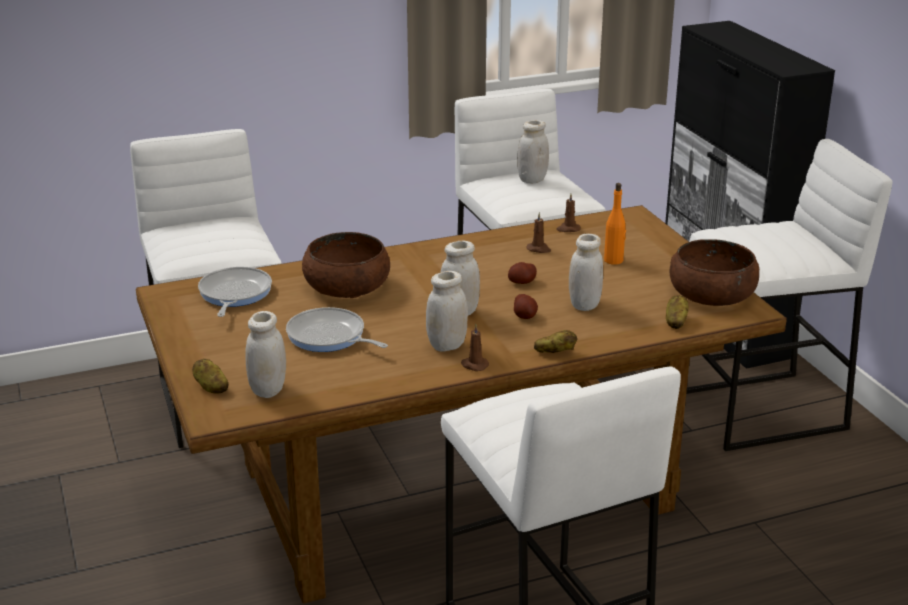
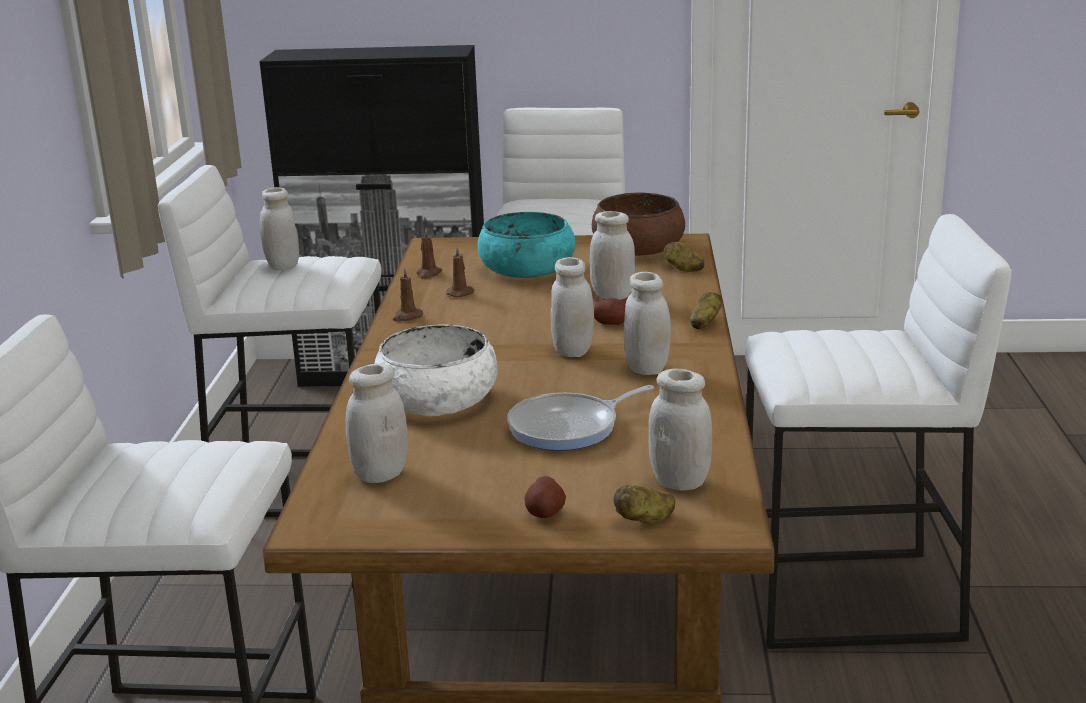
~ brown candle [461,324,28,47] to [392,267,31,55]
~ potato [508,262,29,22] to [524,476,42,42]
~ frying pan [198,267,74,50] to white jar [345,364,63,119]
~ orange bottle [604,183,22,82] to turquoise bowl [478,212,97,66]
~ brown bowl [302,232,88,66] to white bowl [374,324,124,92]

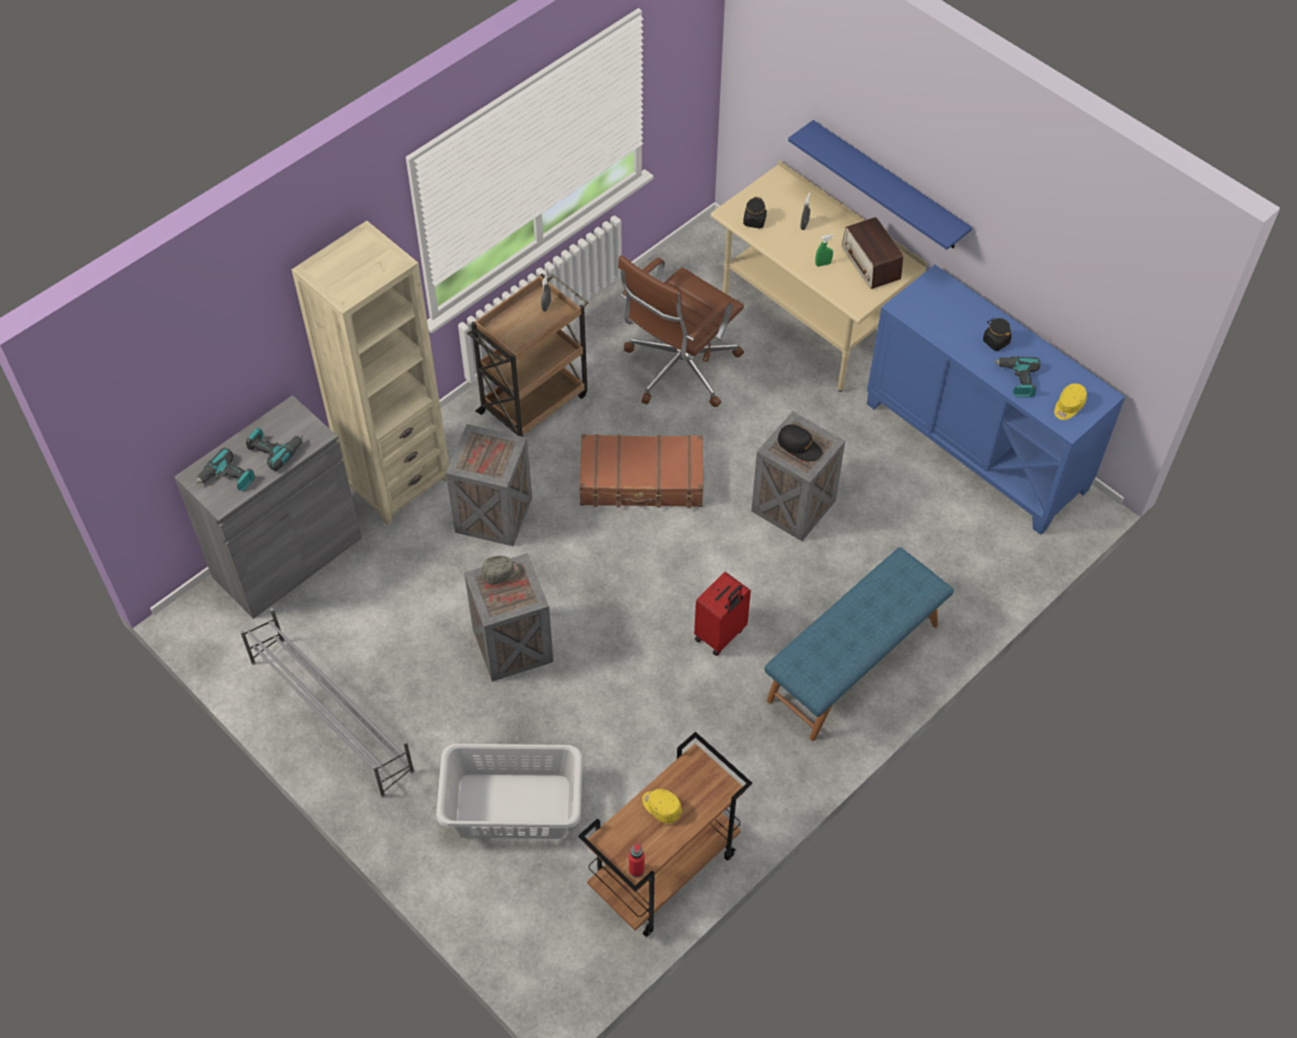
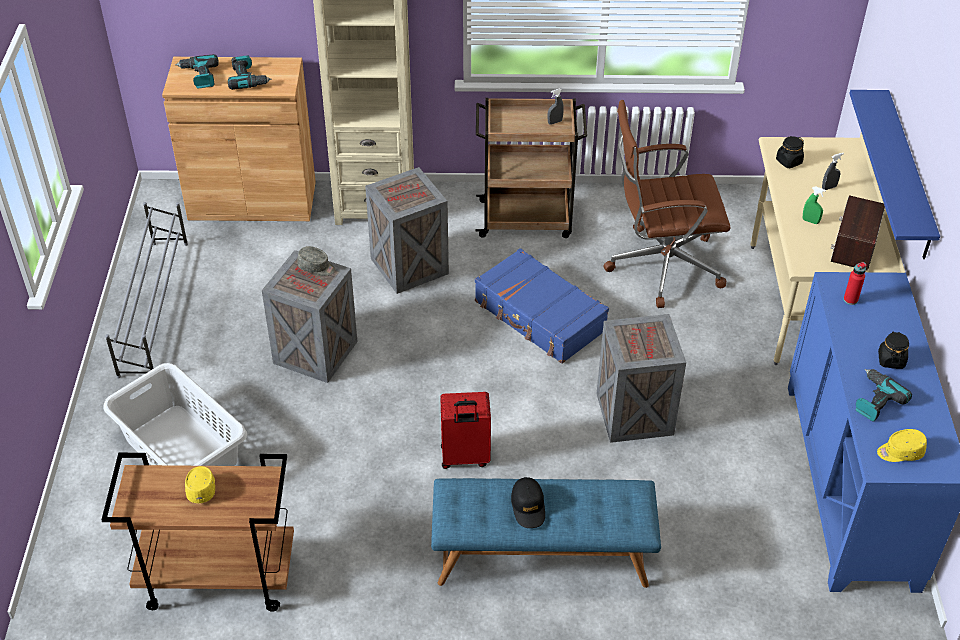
~ red bottle [629,843,15,34] to [844,262,22,43]
~ black cap [778,424,45,37] to [511,477,34,51]
~ grey cabinet [174,395,188,224] to brown cabinet [162,57,154,164]
~ brown suitcase [579,434,124,74] to blue suitcase [475,248,134,116]

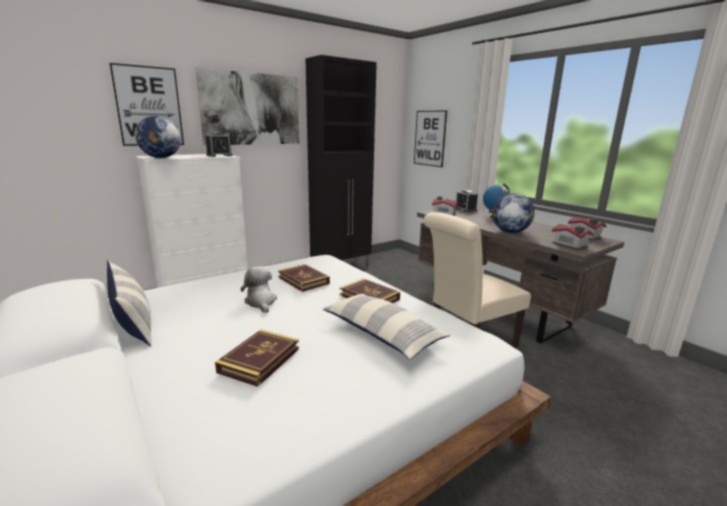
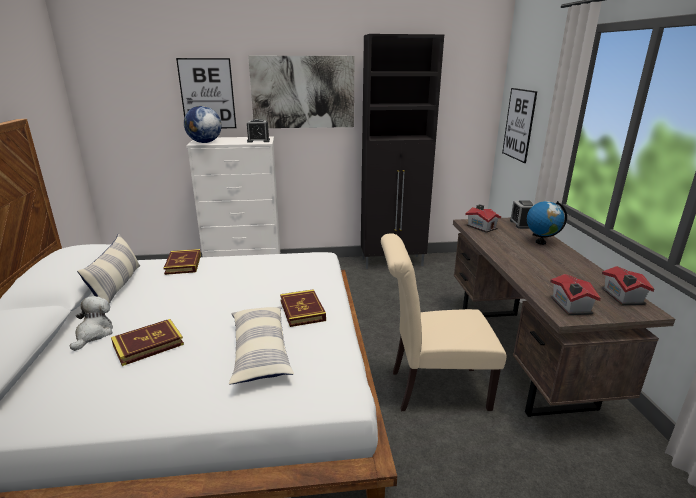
- globe [492,193,43,40]
~ plush toy [241,266,36,47] to [70,296,43,55]
~ book [278,264,52,28] to [163,249,38,26]

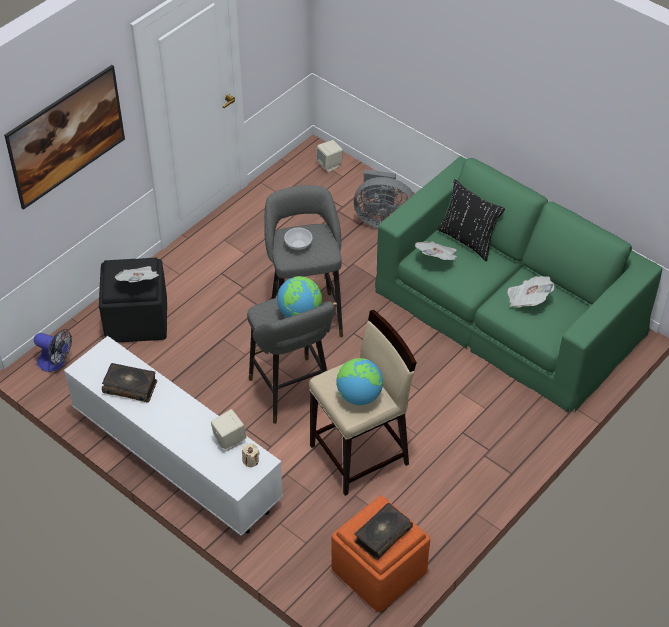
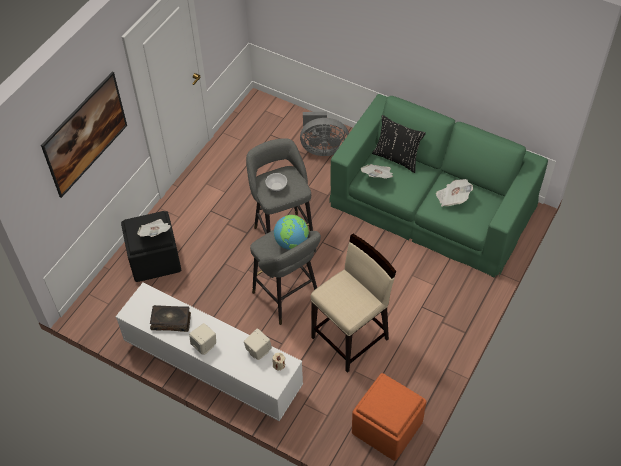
- fan [34,329,38,43]
- globe [336,358,47,47]
- book [354,503,59,57]
~ beige speaker [316,140,27,32] to [189,323,27,32]

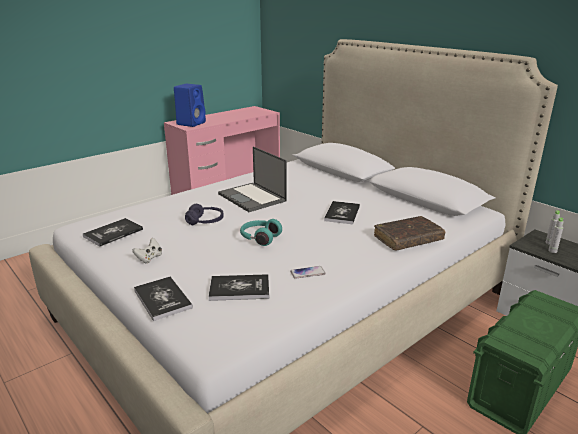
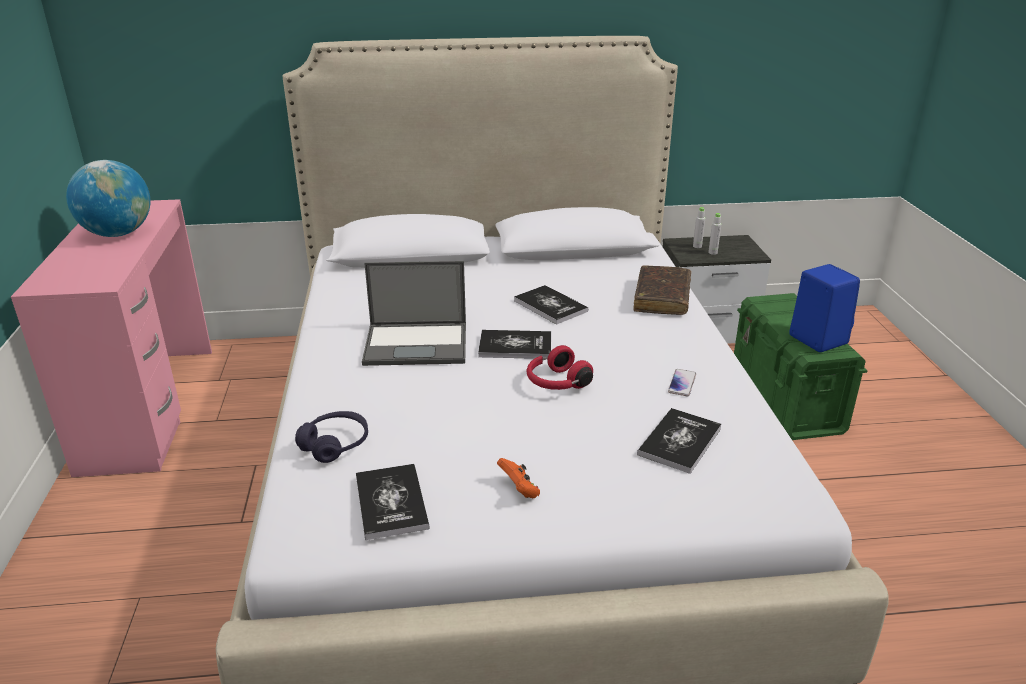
+ globe [66,160,84,77]
~ book [134,277,59,44] to [478,330,73,29]
~ blue speaker [174,84,32,43] to [789,264,71,88]
~ purple headphones [185,204,39,21] to [295,411,73,52]
~ white game controller [132,238,30,25] to orange game controller [497,458,43,40]
~ turquoise headphones [240,219,42,27] to red headphones [527,345,66,45]

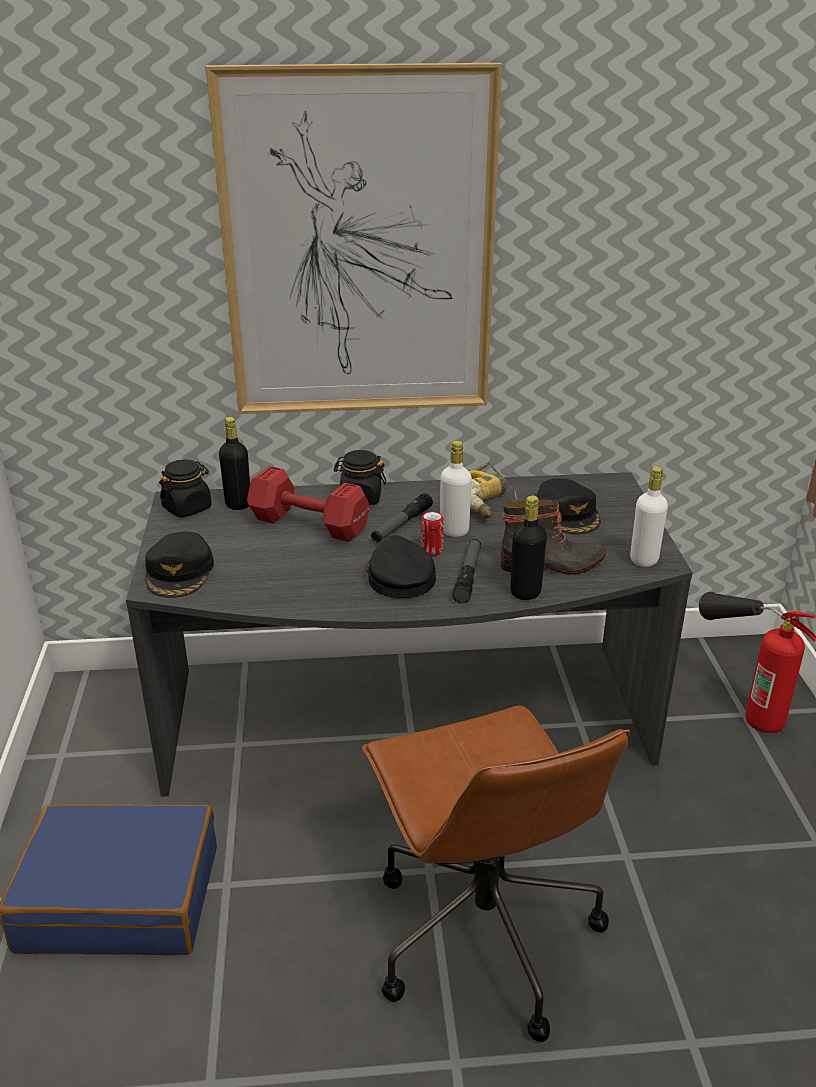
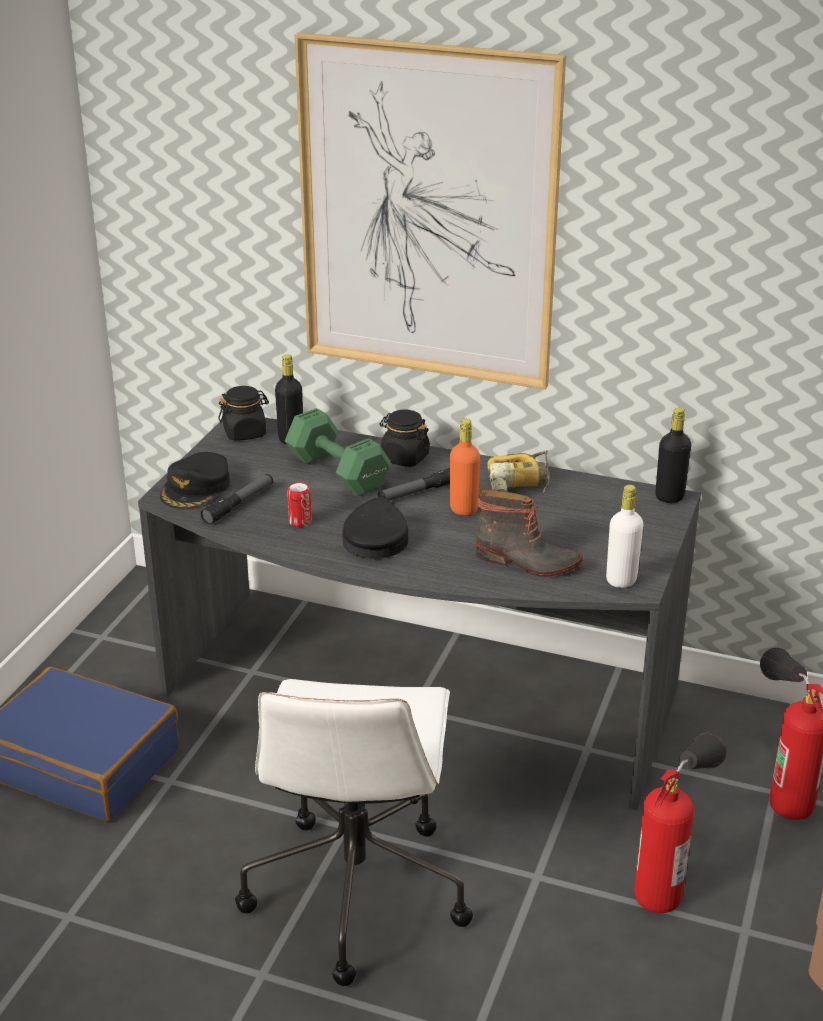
- black cap [537,478,63,56]
+ fire extinguisher [634,733,92,180]
~ can [421,511,23,45] to [287,482,24,45]
~ flashlight [453,539,28,65] to [201,474,72,51]
~ black bottle [510,495,37,105] to [655,408,36,95]
~ red dumbbell [247,466,123,76] to green dumbbell [285,408,106,88]
~ brown office chair [362,706,268,336] to white office chair [235,679,238,307]
~ white bottle [440,441,32,96] to orange bottle [450,419,30,97]

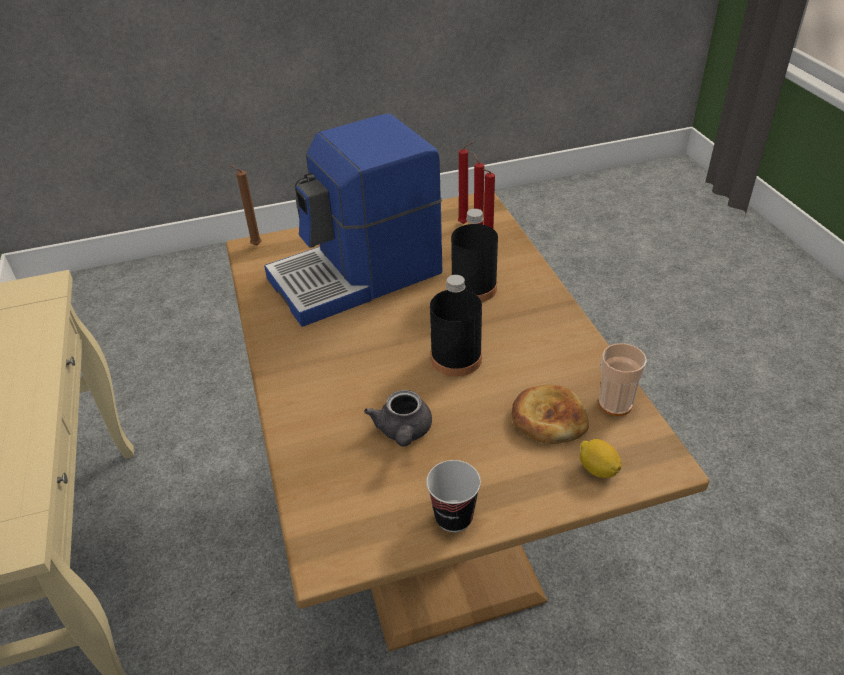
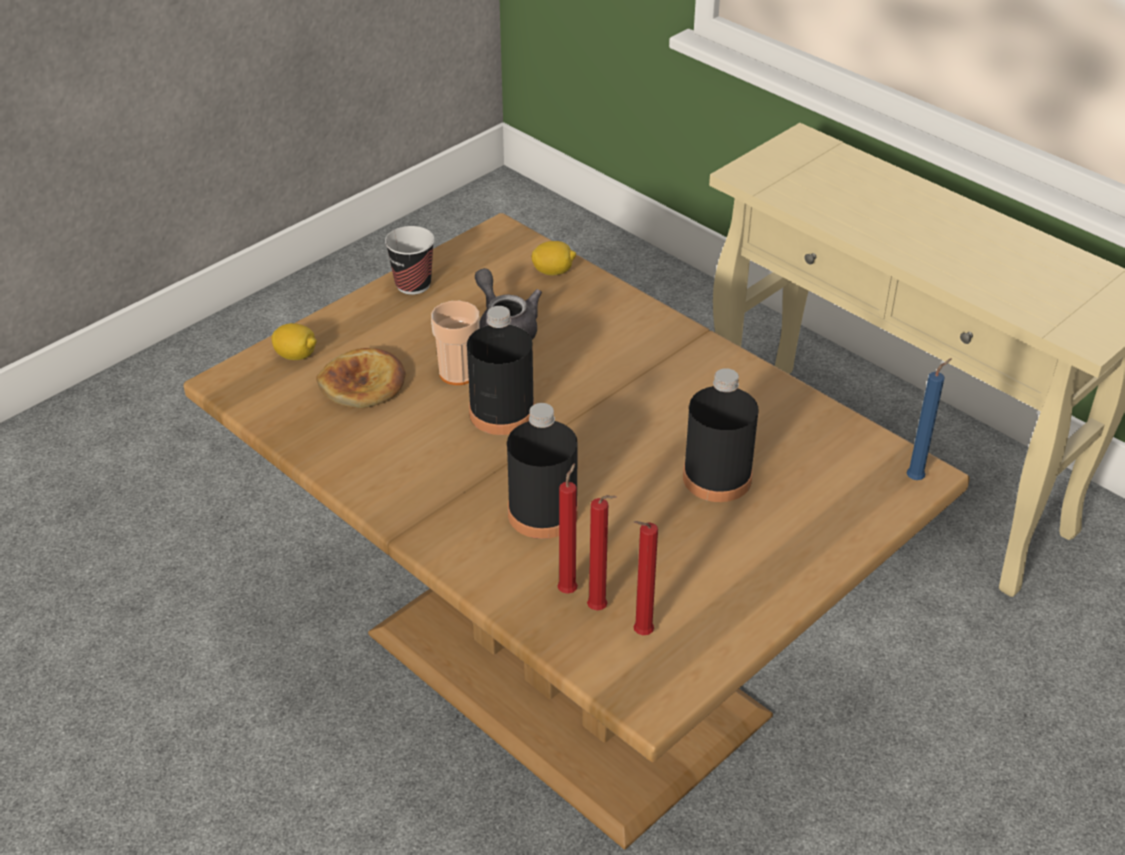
+ lemon [531,241,45,35]
~ cup [599,343,48,73] to [431,301,48,84]
~ coffee machine [264,114,178,213] to black bottle [683,368,75,134]
~ brown candle [229,165,32,81] to blue candle [906,358,46,122]

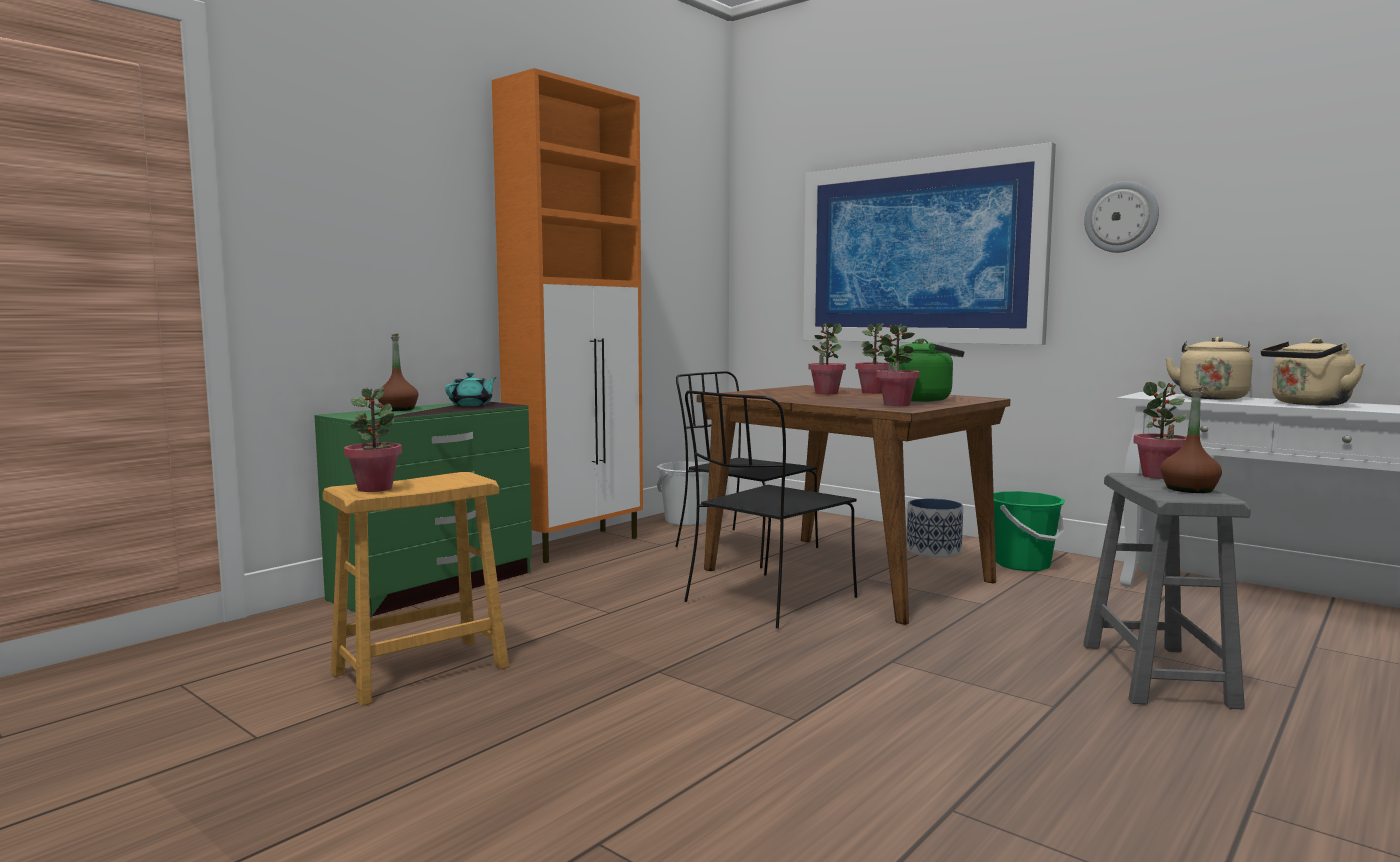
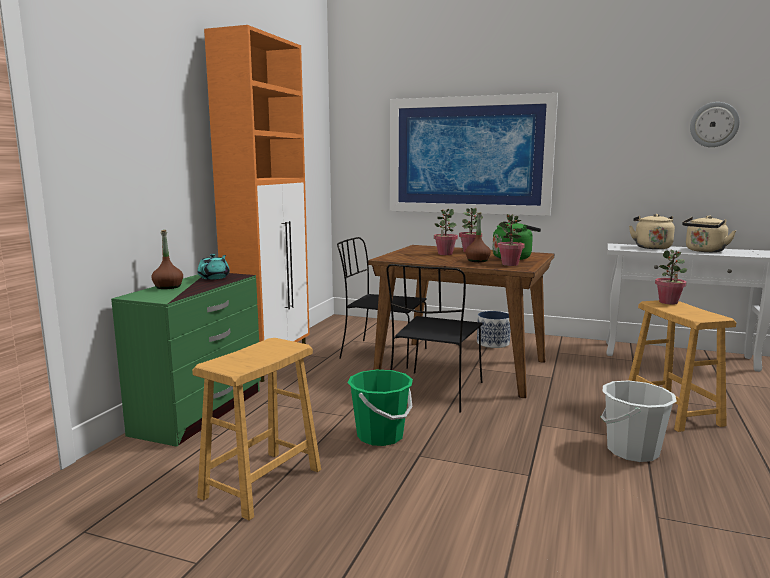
- potted plant [344,387,58,105]
~ white bucket [657,461,52,65] to [601,380,76,82]
~ green bucket [994,491,71,80] to [348,370,65,76]
~ wall clock [1084,181,75,72] to [690,102,50,45]
~ brown bottle [1161,387,61,106] to [465,212,26,50]
~ grey stool [1083,473,168,236] to brown stool [629,300,107,132]

